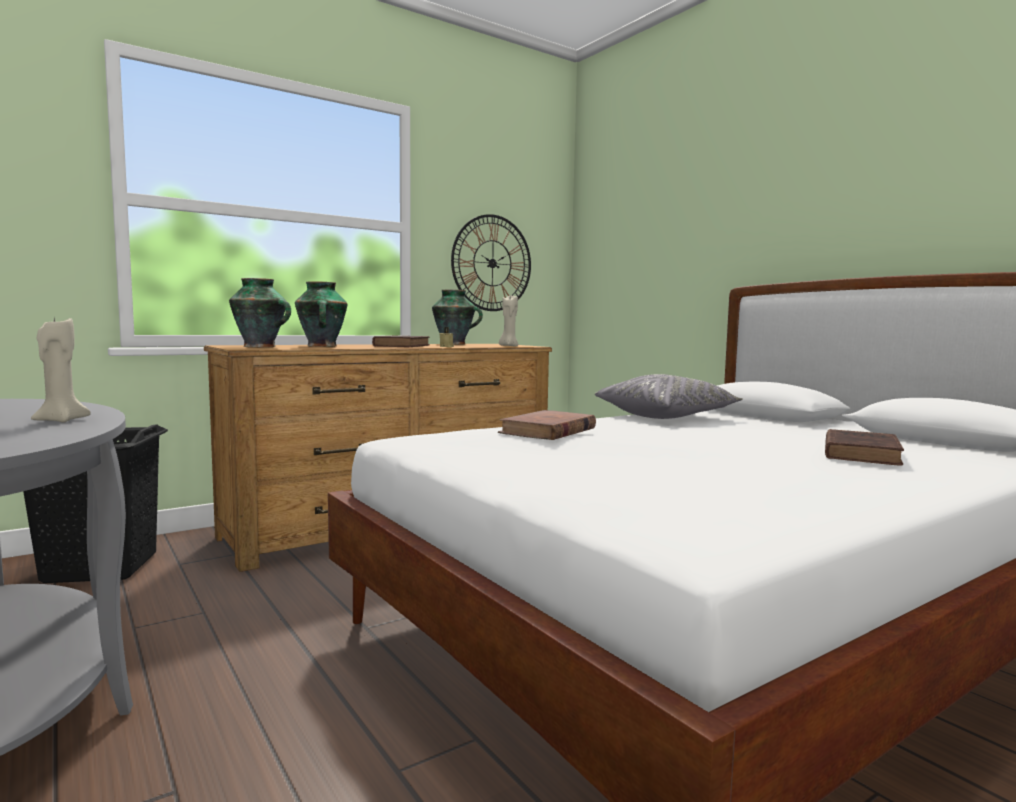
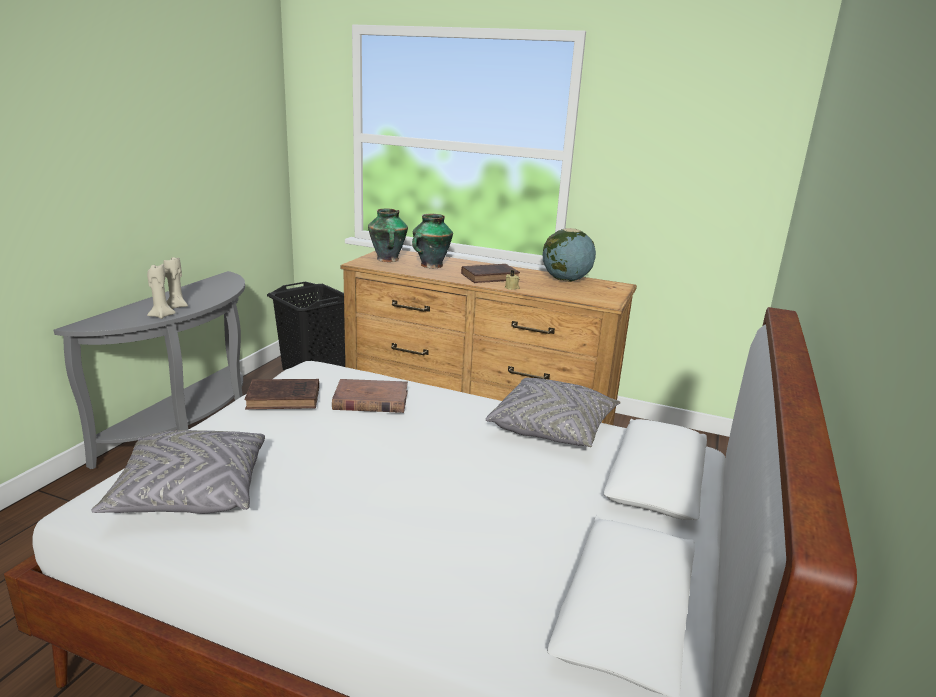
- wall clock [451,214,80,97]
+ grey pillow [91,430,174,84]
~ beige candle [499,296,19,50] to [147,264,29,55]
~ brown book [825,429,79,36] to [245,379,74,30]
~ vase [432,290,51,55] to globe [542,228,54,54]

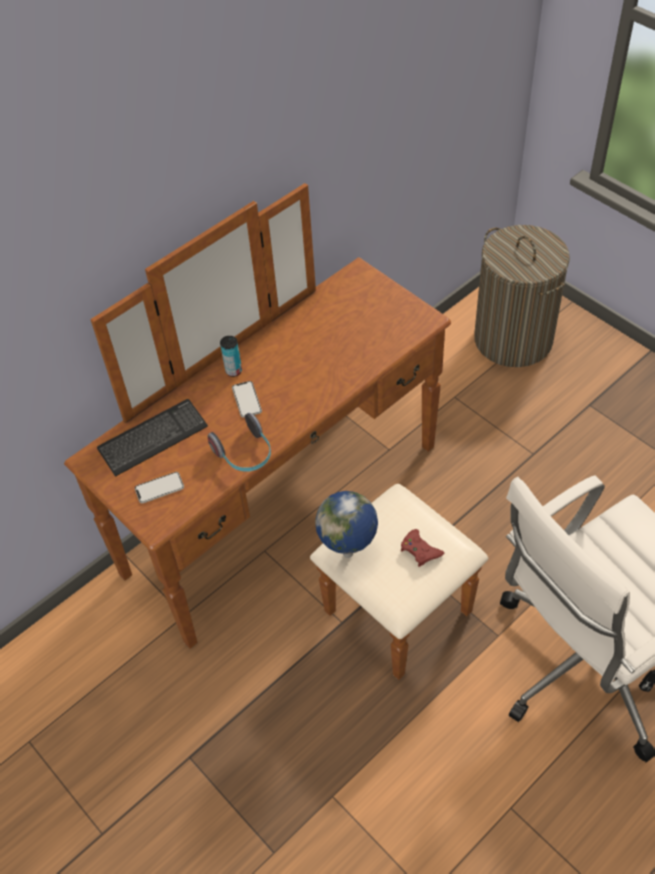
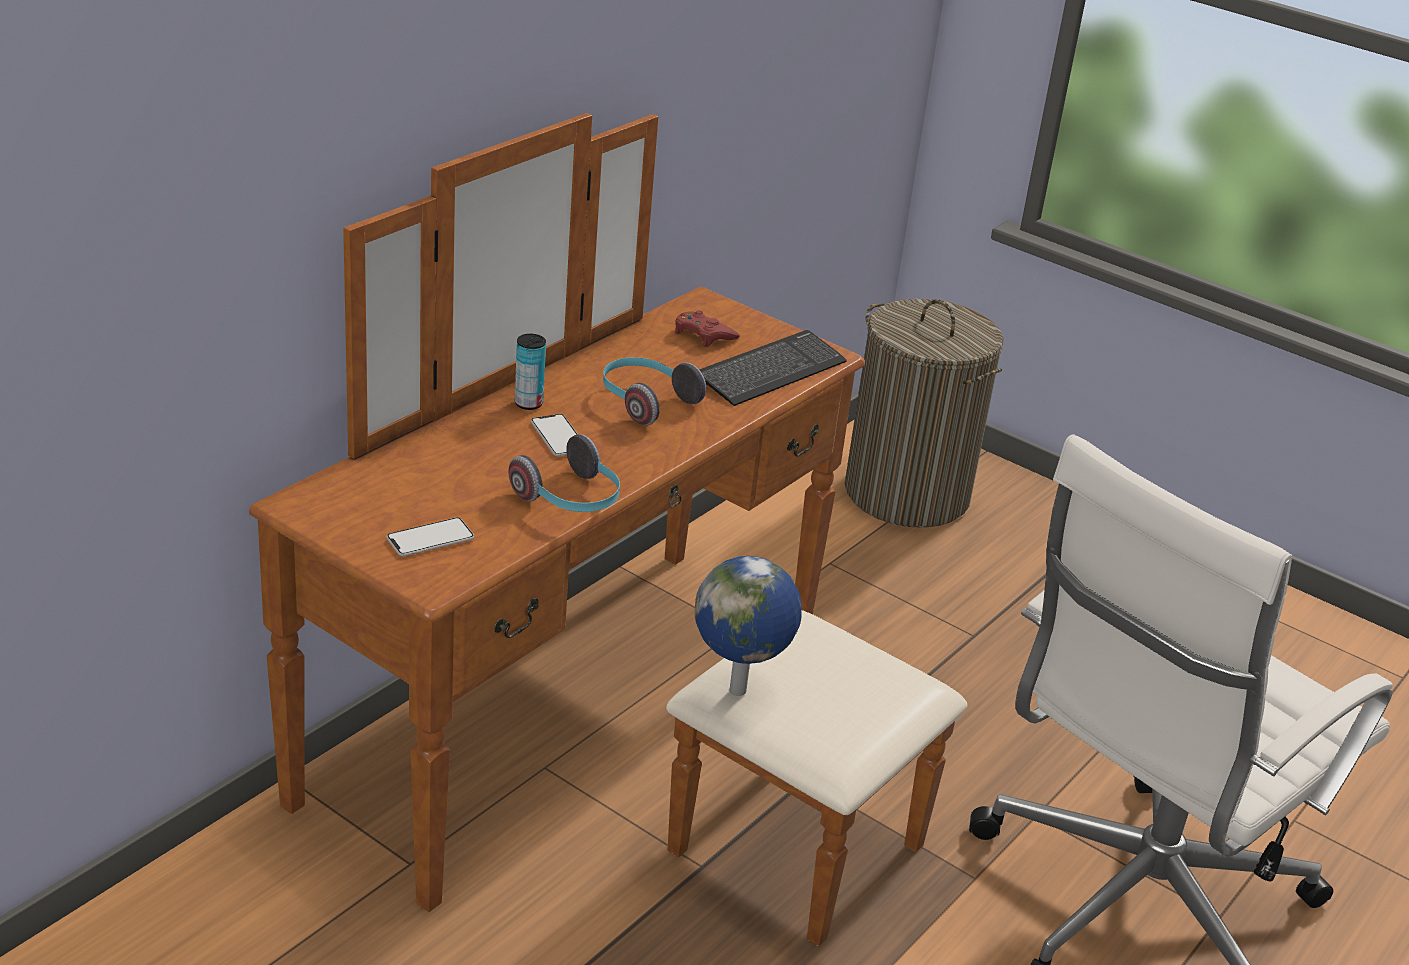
+ headphones [603,357,103,69]
~ keyboard [97,399,111,78] to [699,330,148,76]
~ red game controller [401,529,43,38] to [675,310,65,37]

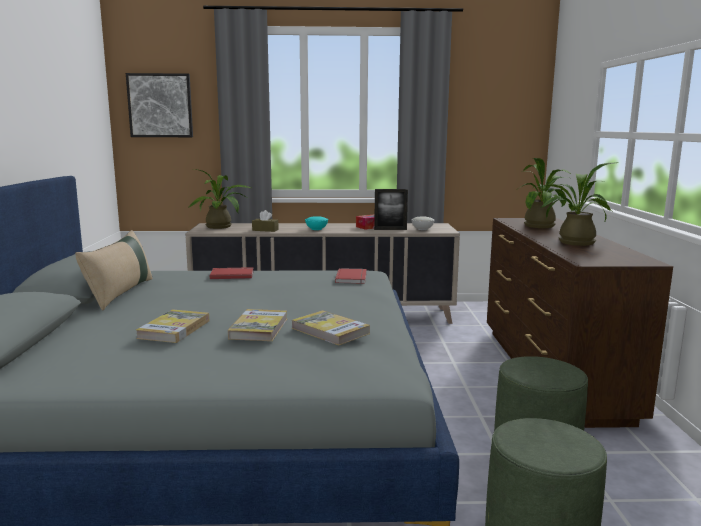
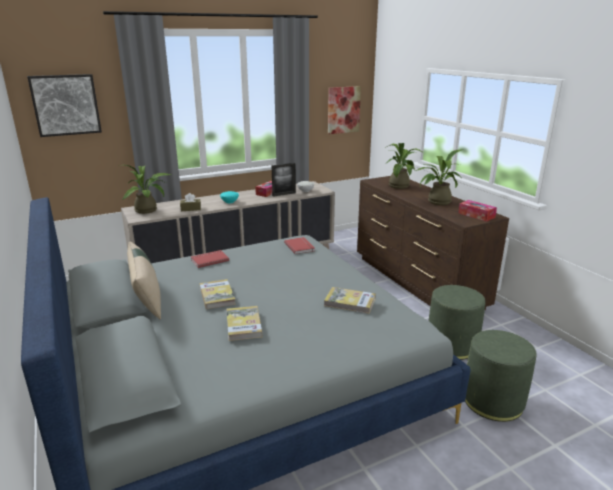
+ picture [328,86,33,48]
+ tissue box [458,200,39,22]
~ book [228,309,59,32] to [199,279,37,30]

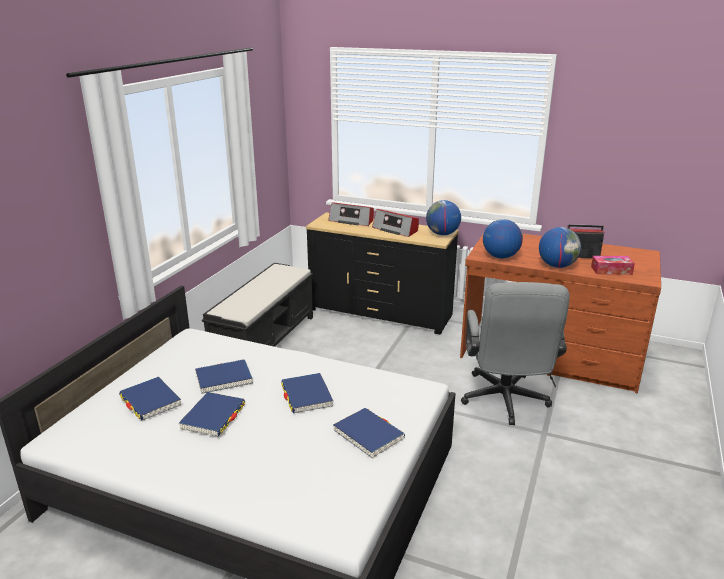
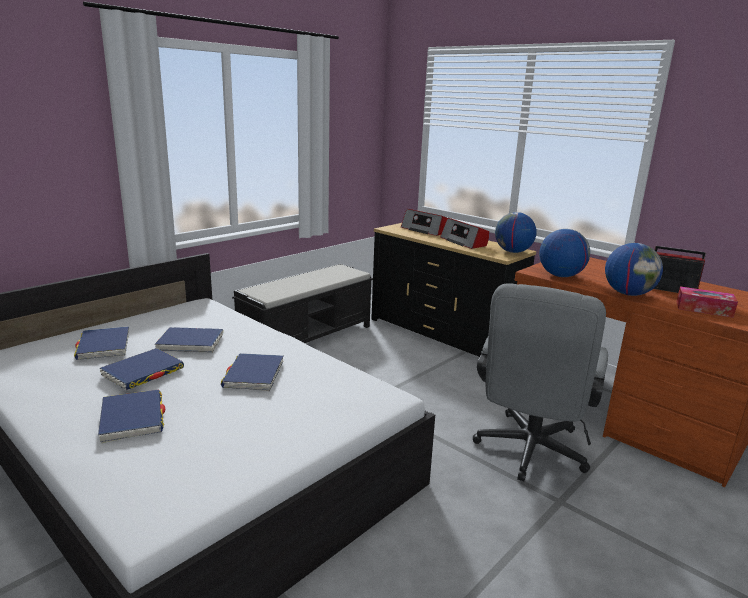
~ blue book [333,408,72,51] to [98,390,67,53]

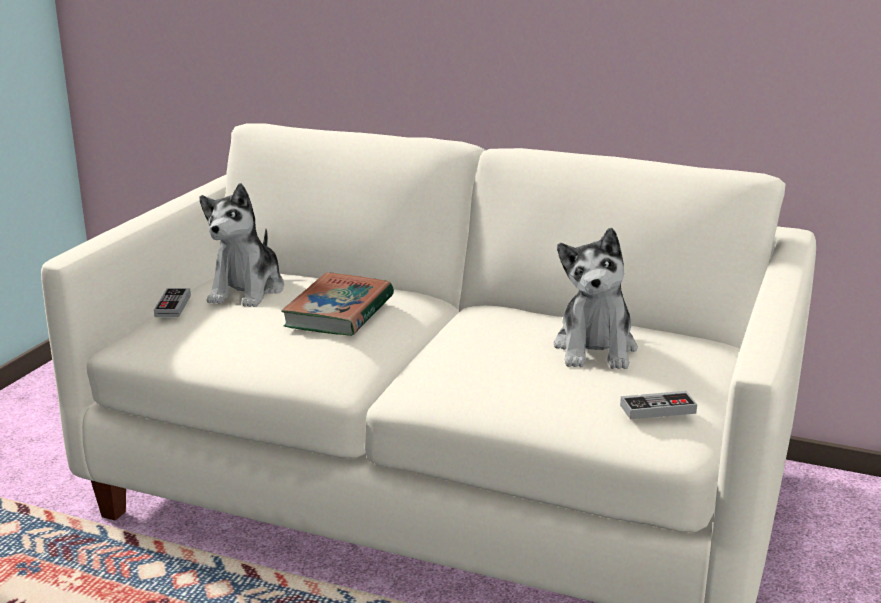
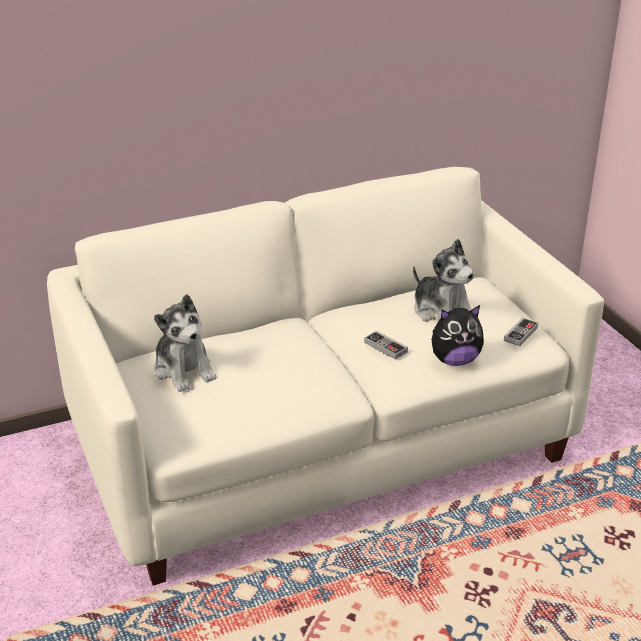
- book [281,272,113,64]
+ plush toy [431,305,53,61]
~ game controller [154,288,37,29] to [364,331,44,29]

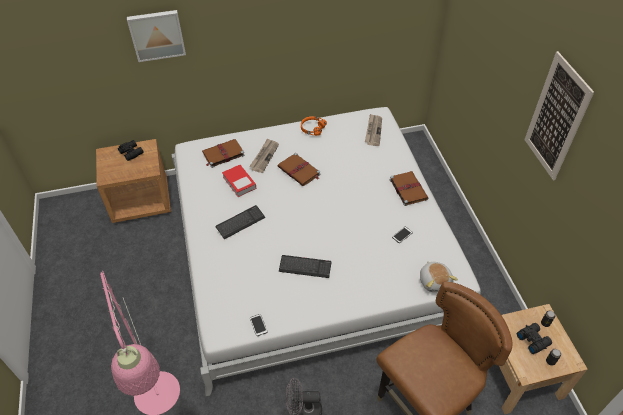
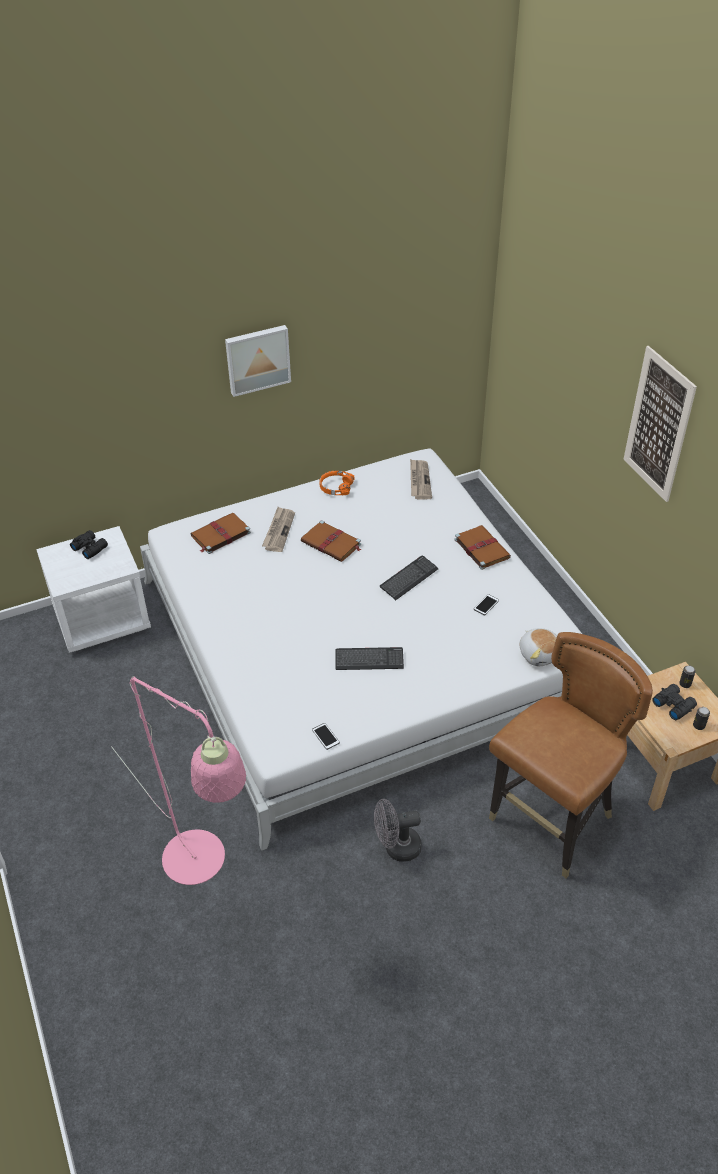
- book [222,165,34,32]
~ picture [127,10,59,52] to [225,325,66,72]
~ keyboard [216,205,49,34] to [380,555,59,45]
~ brown nightstand [96,139,75,84] to white nightstand [36,526,115,127]

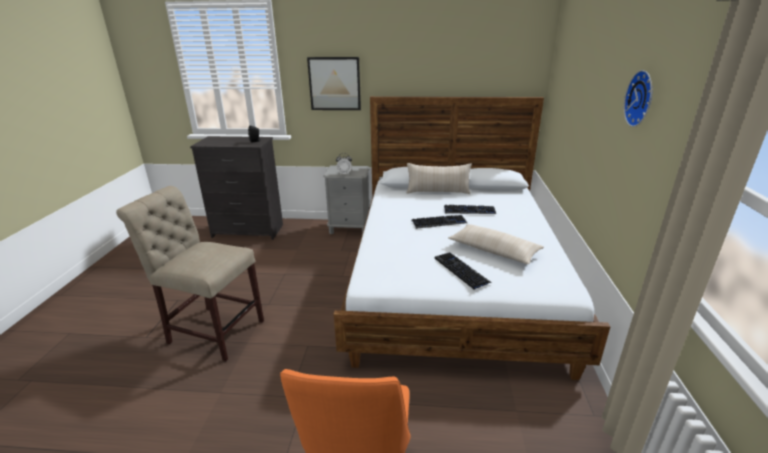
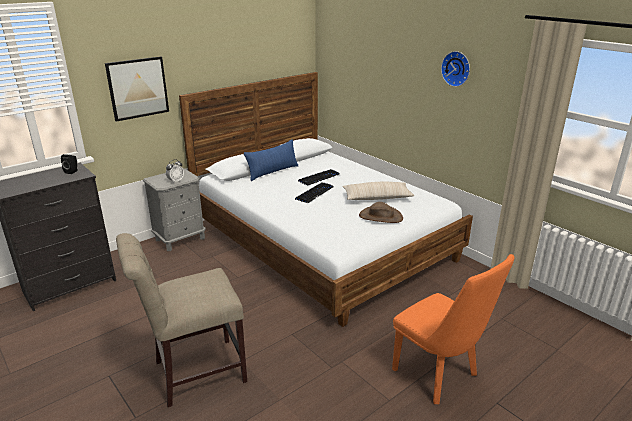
~ keyboard [434,252,58,37] to brown hat [359,202,44,21]
~ beige pillow [407,163,65,31] to blue pillow [244,139,54,42]

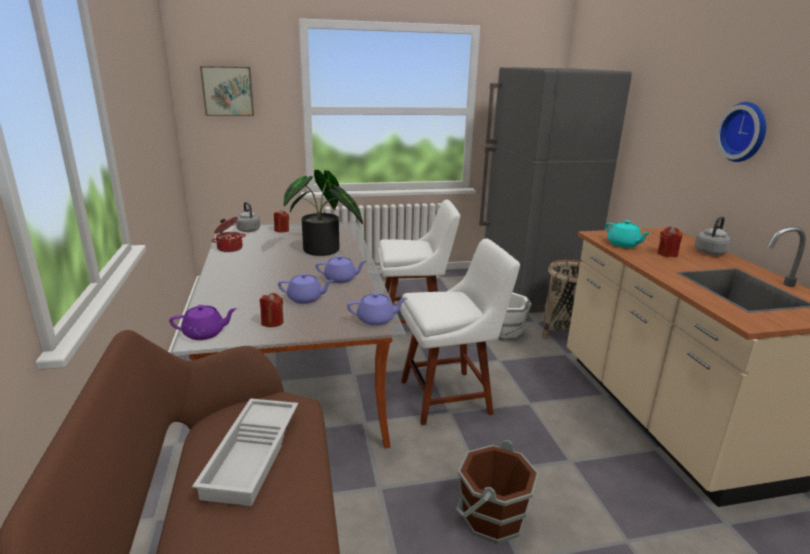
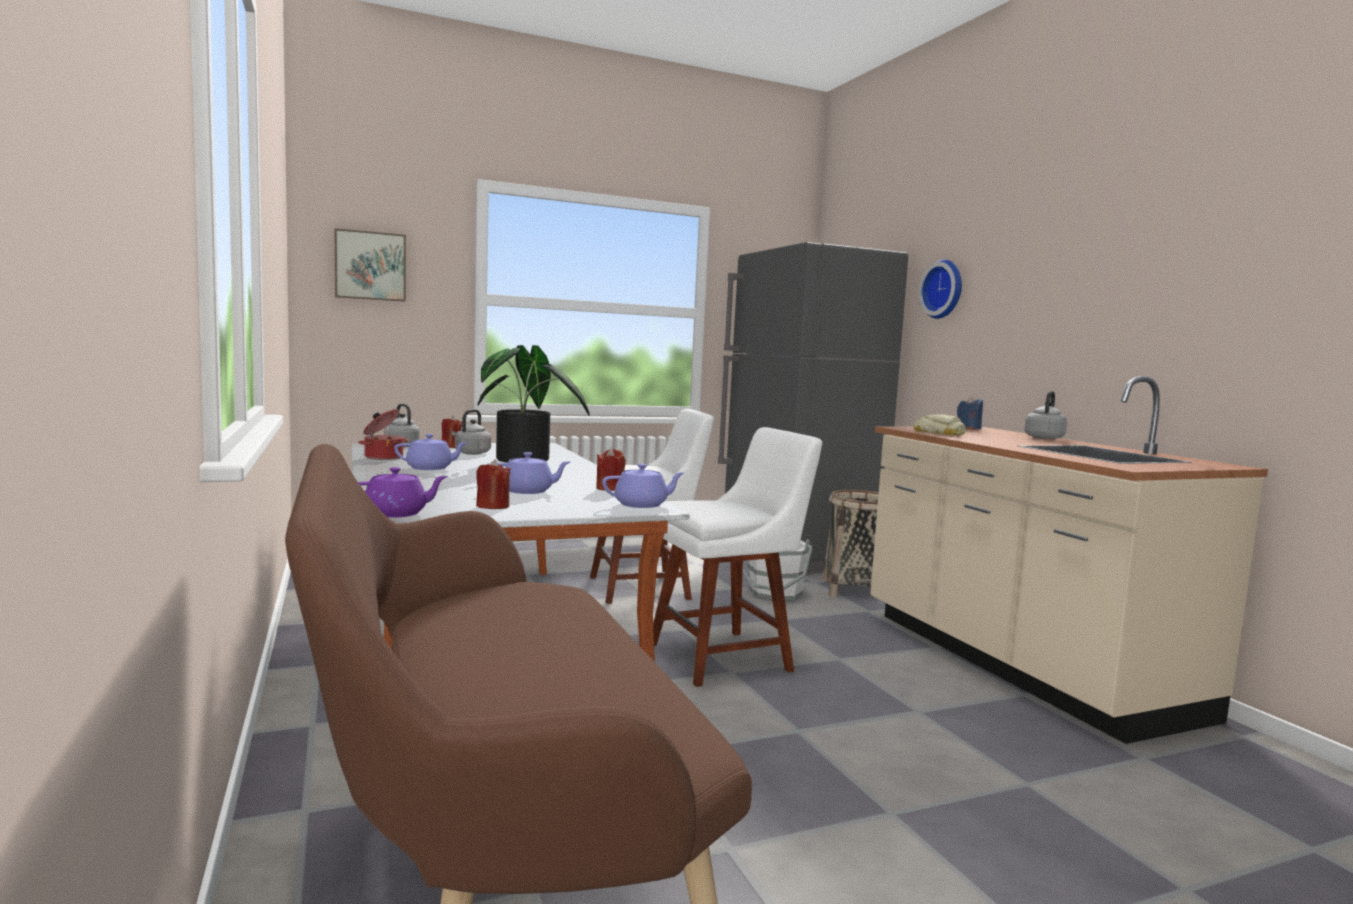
- white tray [192,398,106,108]
- brown bucket [456,440,83,104]
+ grey kettle [452,409,39,46]
+ blue candle [957,396,26,34]
~ purple teapot [316,255,51,28] to [394,434,74,36]
~ red candle [657,227,26,30] to [596,448,29,43]
~ wall clock [716,102,50,60] to [919,259,43,60]
~ turquoise teapot [605,220,45,28] to bread [914,414,52,21]

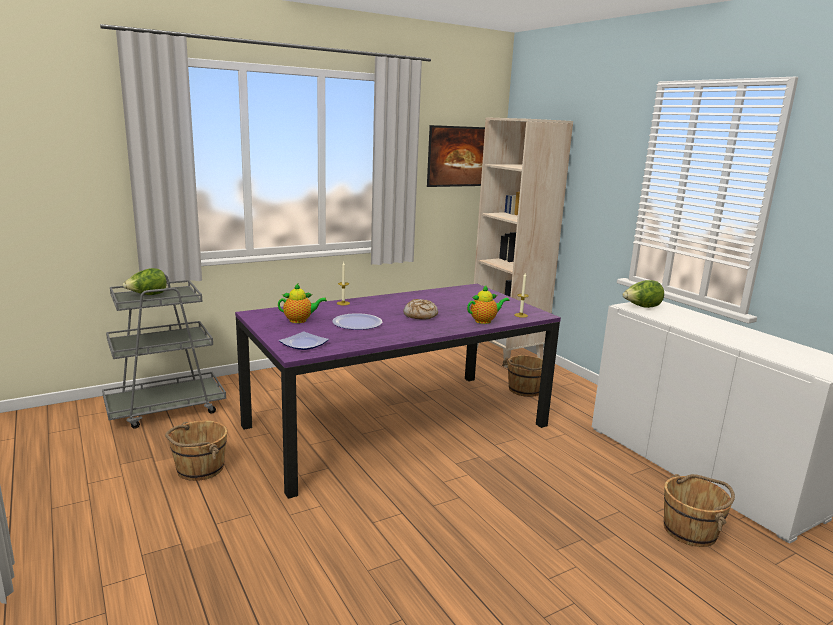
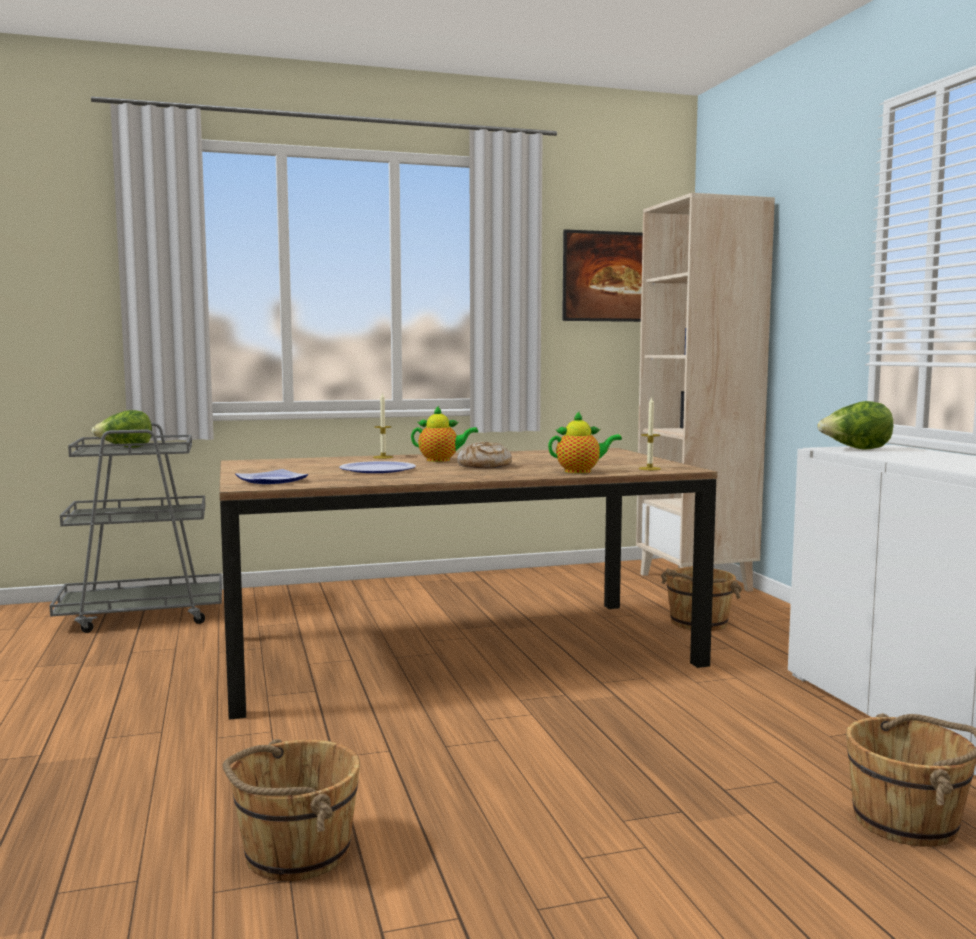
~ brown bucket [165,421,62,60] to [223,739,137,142]
~ teapot [278,284,49,39] to [411,406,67,56]
~ purple dining table [235,284,326,215] to brown dining table [219,448,498,272]

